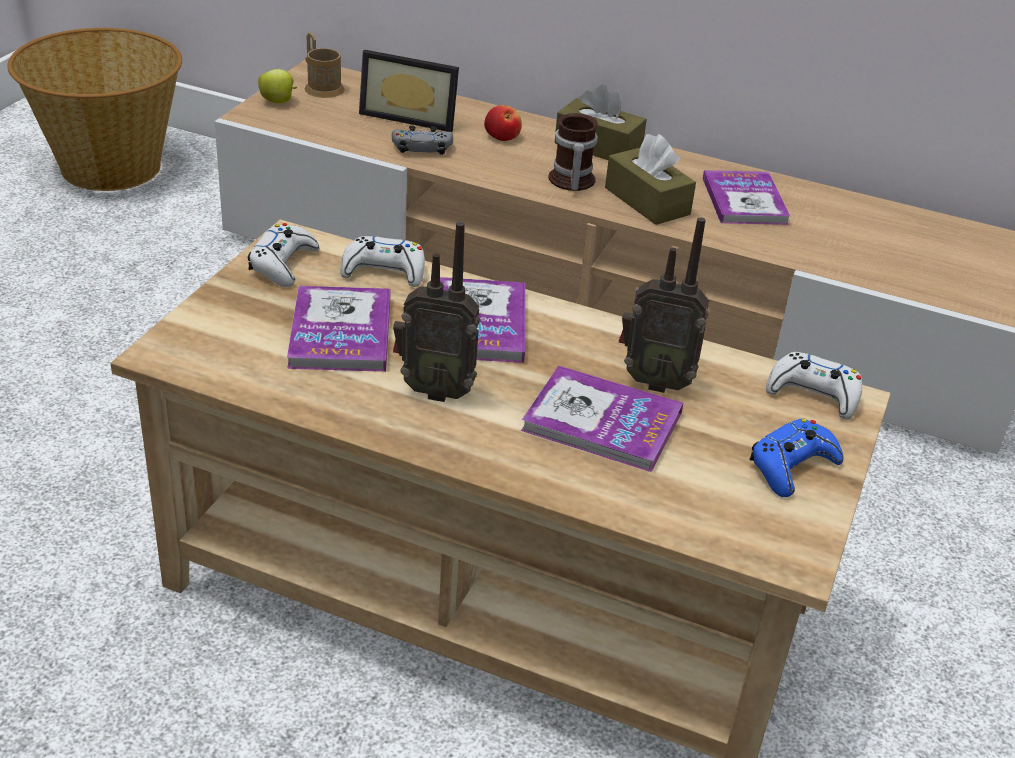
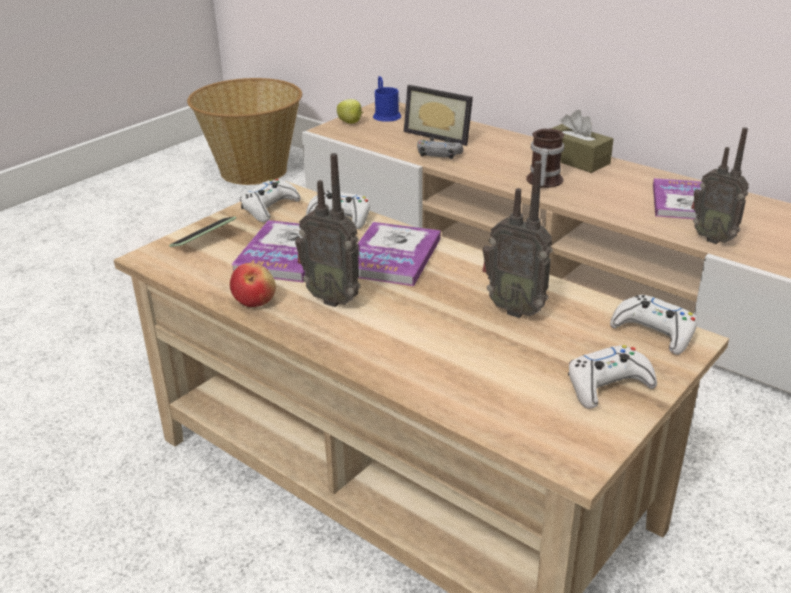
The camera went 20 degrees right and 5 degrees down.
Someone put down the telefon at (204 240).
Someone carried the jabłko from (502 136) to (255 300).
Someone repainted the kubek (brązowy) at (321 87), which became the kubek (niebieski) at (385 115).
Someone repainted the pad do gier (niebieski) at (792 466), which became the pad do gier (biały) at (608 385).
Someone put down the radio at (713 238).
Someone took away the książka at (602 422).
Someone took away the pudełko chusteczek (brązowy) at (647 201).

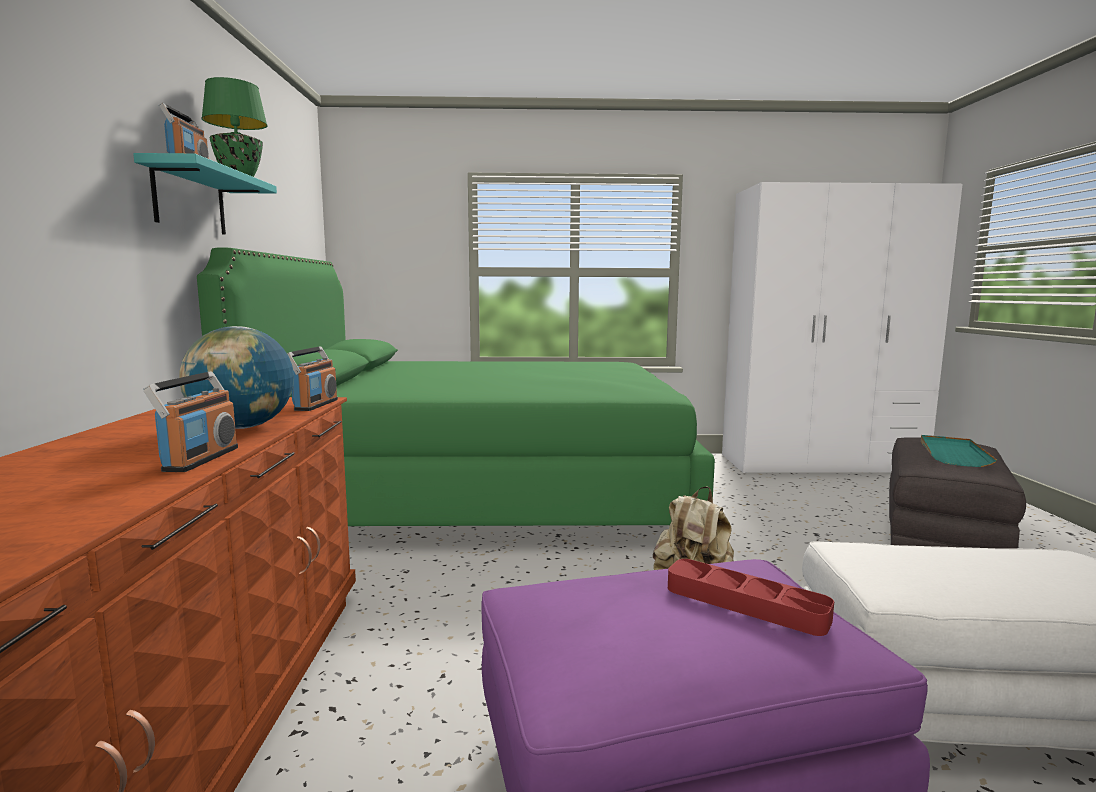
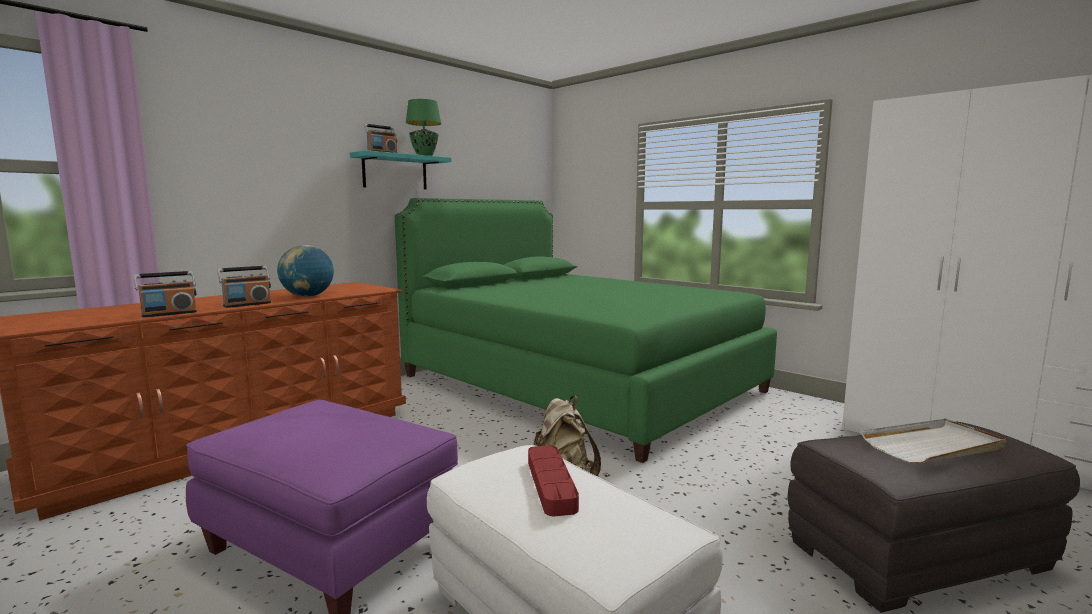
The camera went 45 degrees right and 0 degrees up.
Someone carried the radio from (315 405) to (169 314).
Someone carried the taca (czerwony) from (745 603) to (551 484).
Someone repainted the taca (turkusowy) at (952 454), which became the taca (biały) at (934 446).

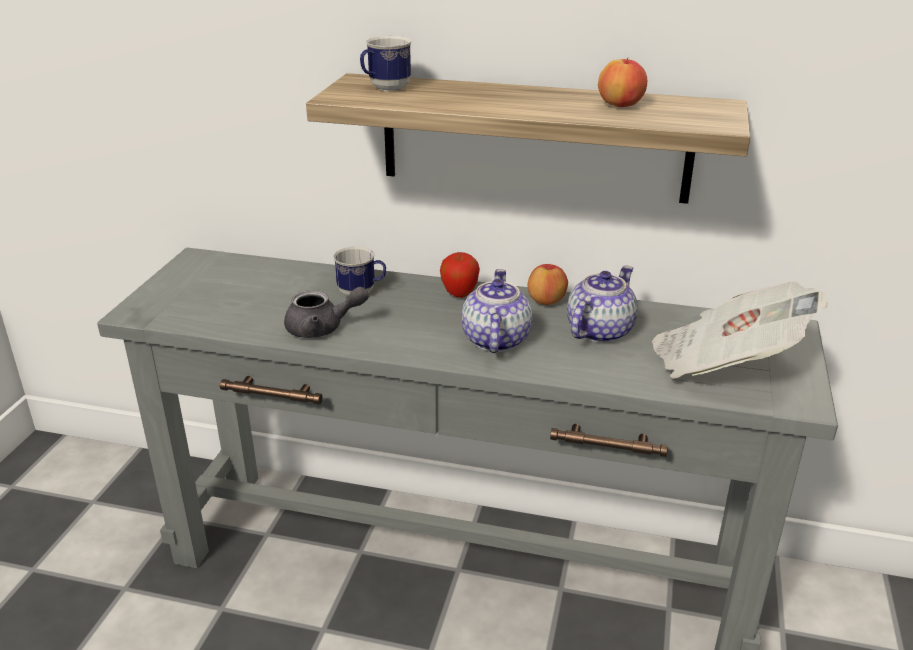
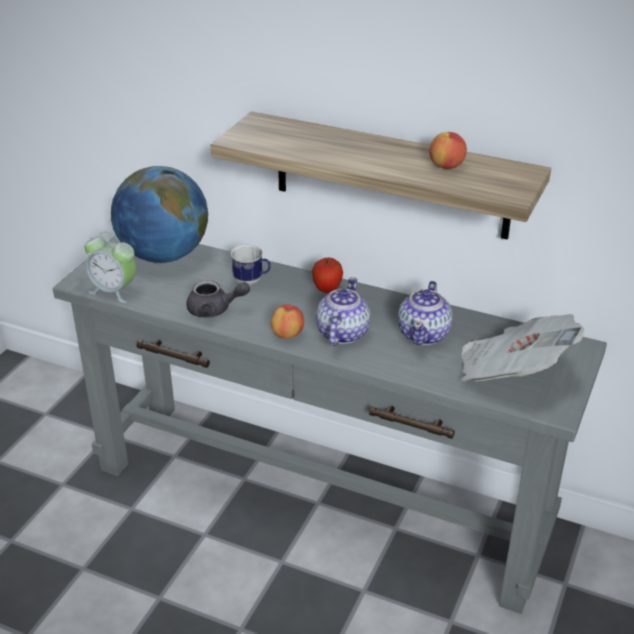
The camera went 10 degrees right and 5 degrees up.
Someone put down the budzik at (114 291).
Someone put down the globus at (164 255).
Someone carried the jabłko from (546 301) to (287 334).
Someone rotated the imbryk at (598 331) by 150 degrees clockwise.
Someone took away the kubek at (385 89).

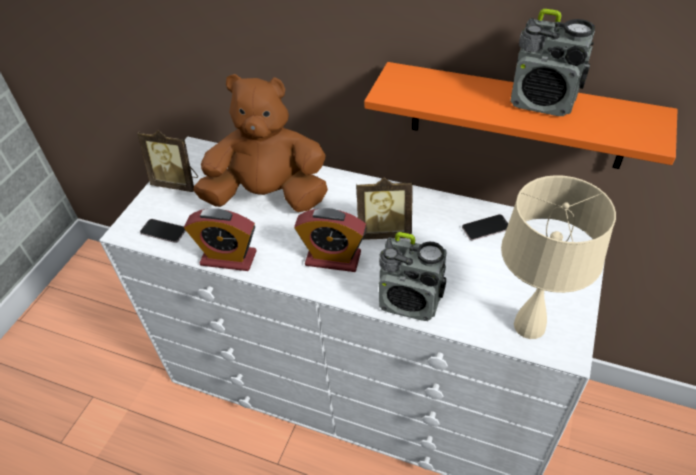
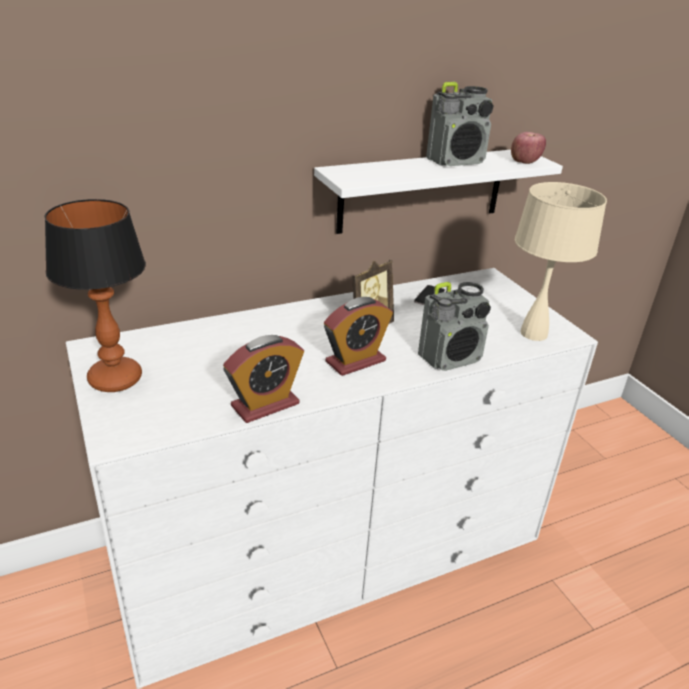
The camera went 50 degrees left and 15 degrees down.
Someone swapped the ramka na zdjęcie at (177 183) for the lampa stołowa at (116 378).
Someone repainted the półka (pomarańczowy) at (517 116), which became the półka (biały) at (422 190).
Someone put down the jabłko at (524 162).
Someone took away the telefon at (163 231).
Someone took away the pluszak (brązowy) at (269 196).

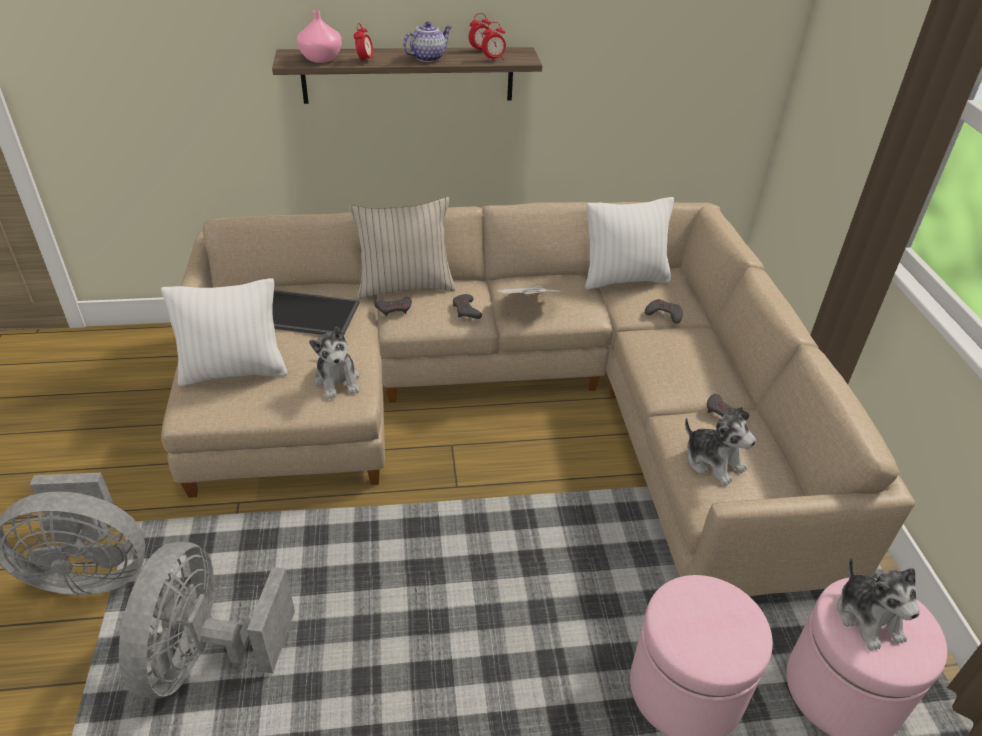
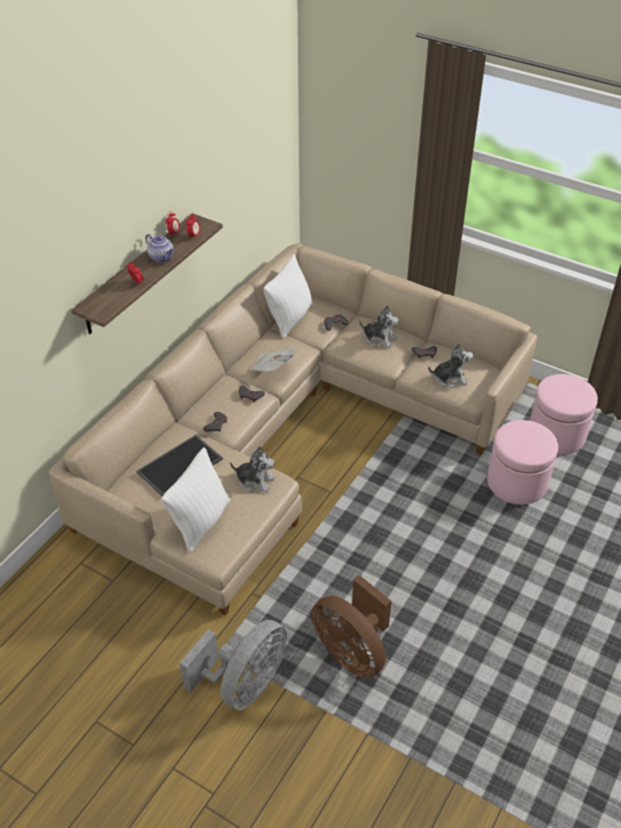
The camera went 50 degrees left and 5 degrees up.
Someone rotated the imbryk at (428 57) by 135 degrees clockwise.
Someone repainted the wentylator (szary) at (206 655), which became the wentylator (brązowy) at (352 651).
Someone carried the pluszak from (868 618) to (379 339).
Someone took away the wazon (różowy) at (321 59).
Someone took away the poduszka (beżowy) at (404 286).

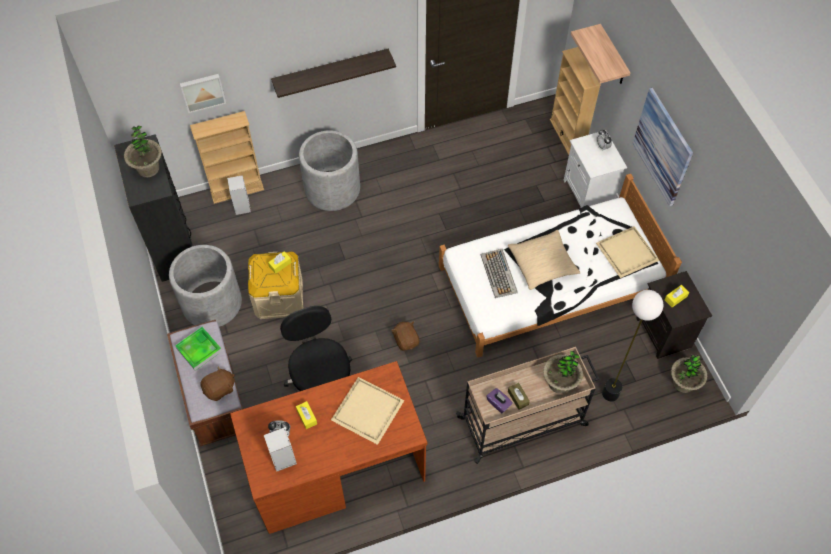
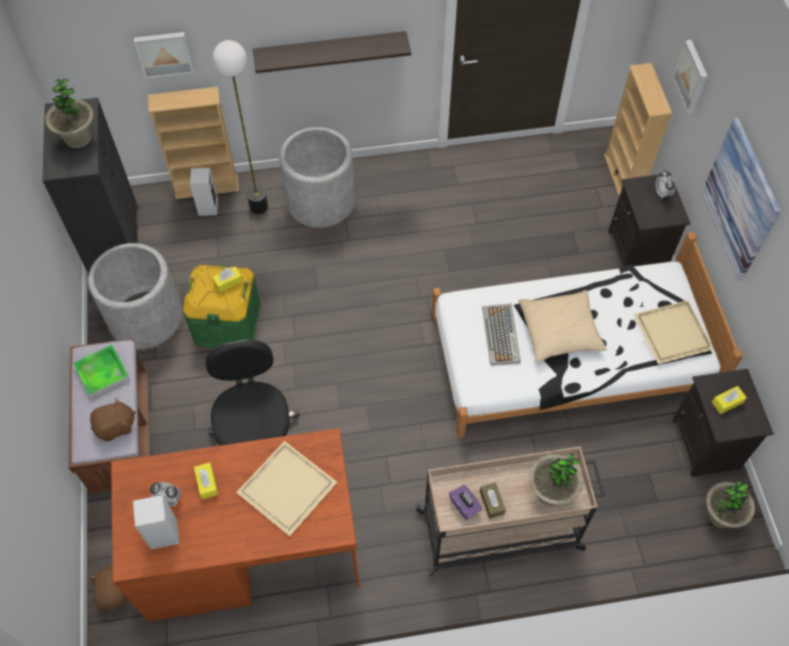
The camera went 10 degrees right and 0 degrees up.
Someone carried the pluszak (brązowy) from (406 340) to (114 592).
Someone repainted the pojemnik do przechowywania (beżowy) at (279 297), which became the pojemnik do przechowywania (zielony) at (227 323).
Someone carried the lampa stojąca from (610 393) to (259 207).
Someone repainted the szafka nocna (biały) at (589 192), which became the szafka nocna (czarny) at (638 251).
Someone swapped the półka at (613 57) for the obraz at (692 76).

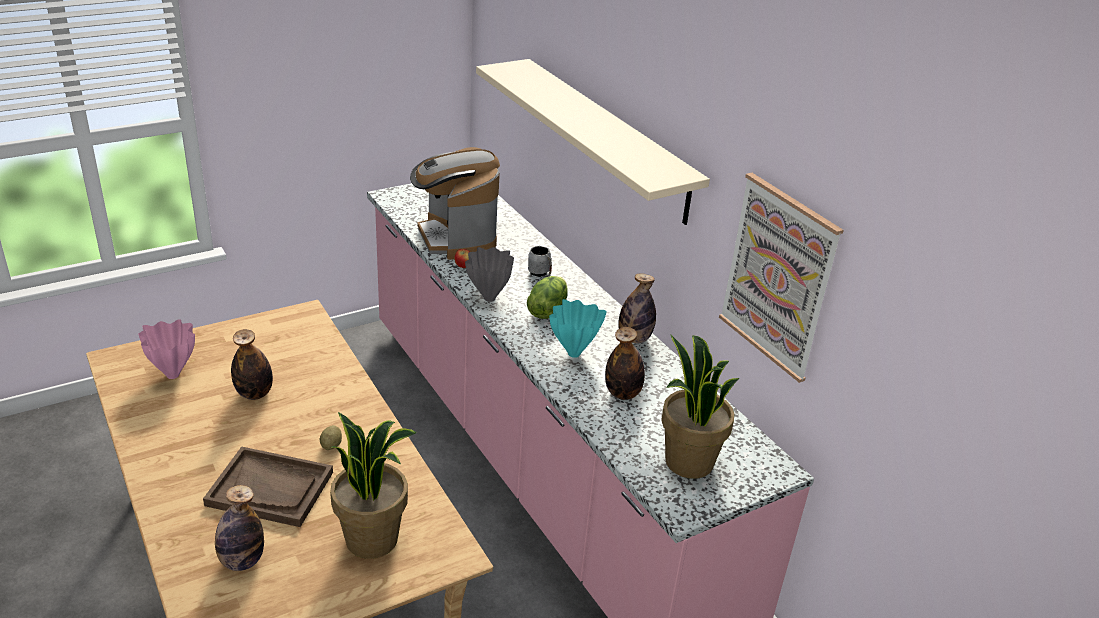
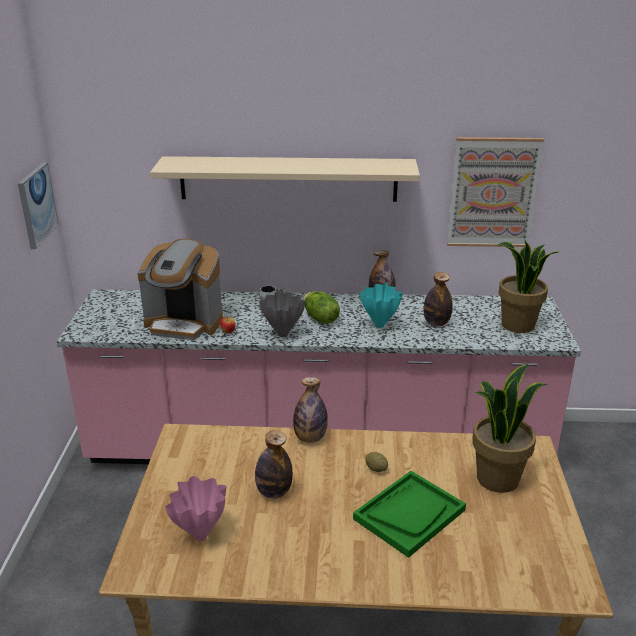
The camera went 55 degrees left and 5 degrees down.
Someone put up the obraz at (37 205).
Someone carried the butelka from (242 561) to (310 438).
Someone repainted the taca (brązowy) at (270 489), which became the taca (zielony) at (409 514).

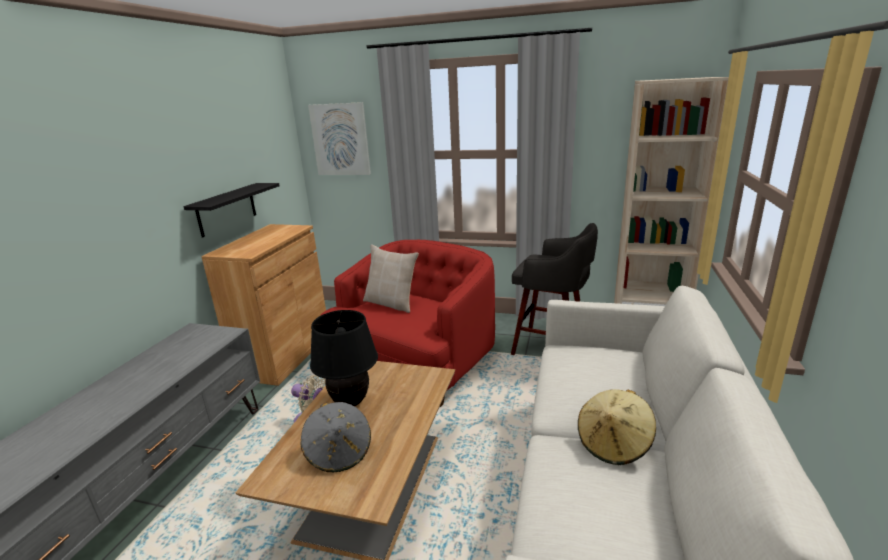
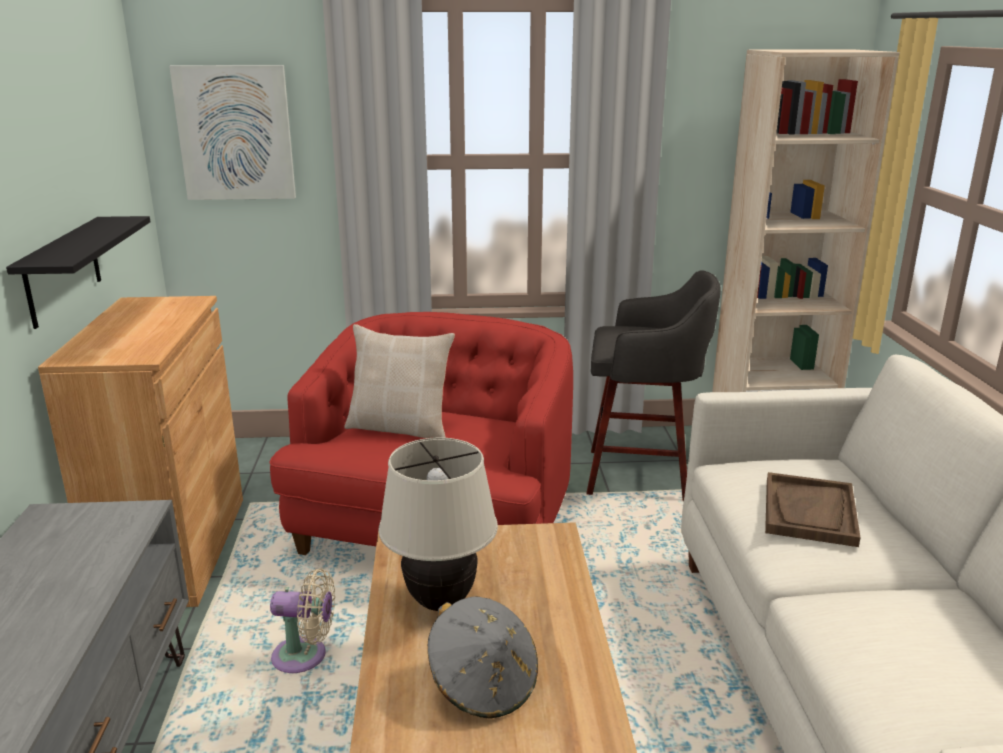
The camera went 20 degrees left and 0 degrees up.
Someone repainted the lampa stołowa (czarny) at (350 403), which became the lampa stołowa (beżowy) at (440 602).
Someone put down the taca (brązowy) at (809 512).
Someone took away the kapelusz (beżowy) at (614 444).

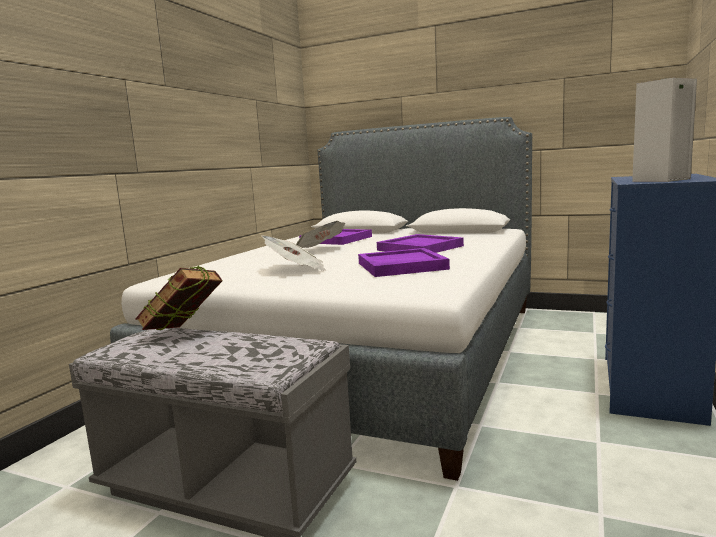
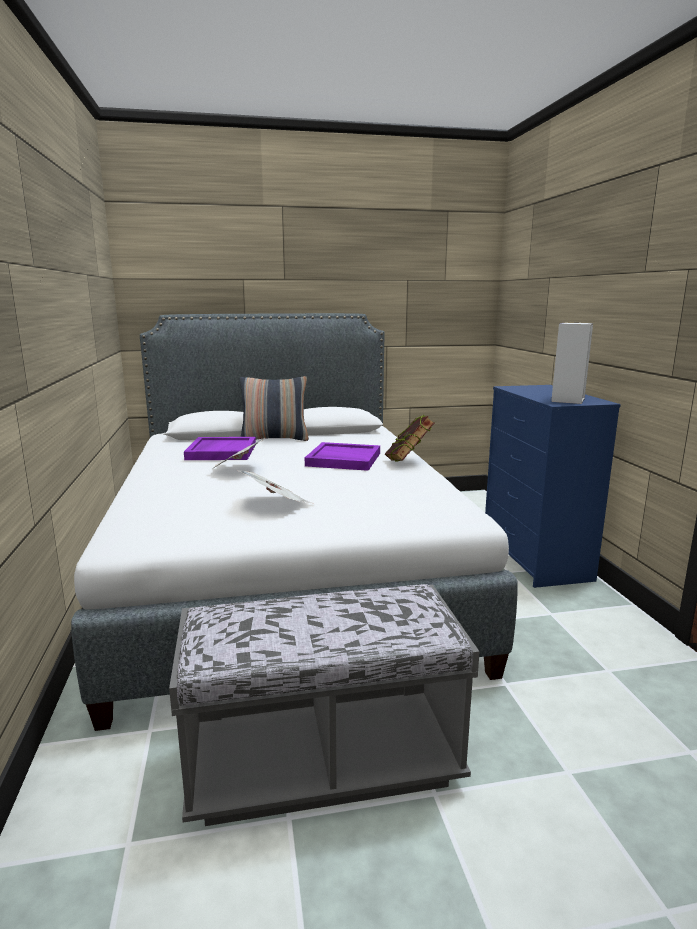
The camera went 35 degrees left and 5 degrees up.
Someone put down the poduszka at (275 439).
Someone carried the książka from (184 333) to (408 462).
Someone took away the taca (fioletowy) at (401 266).

